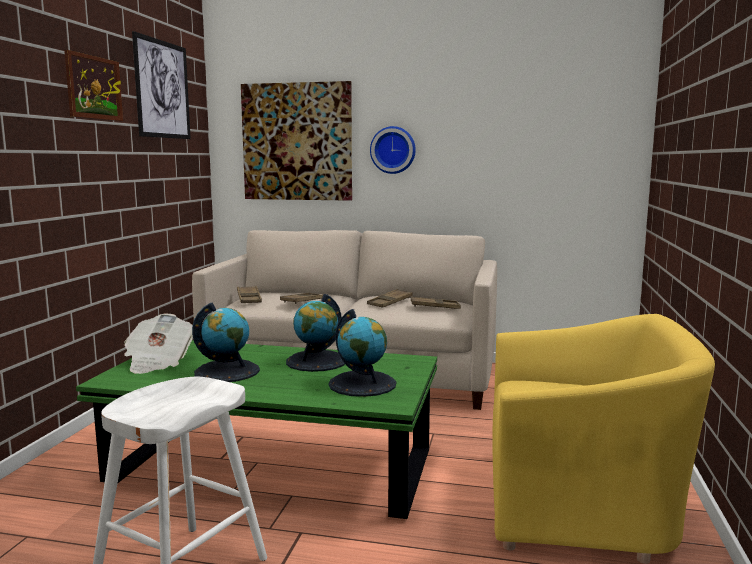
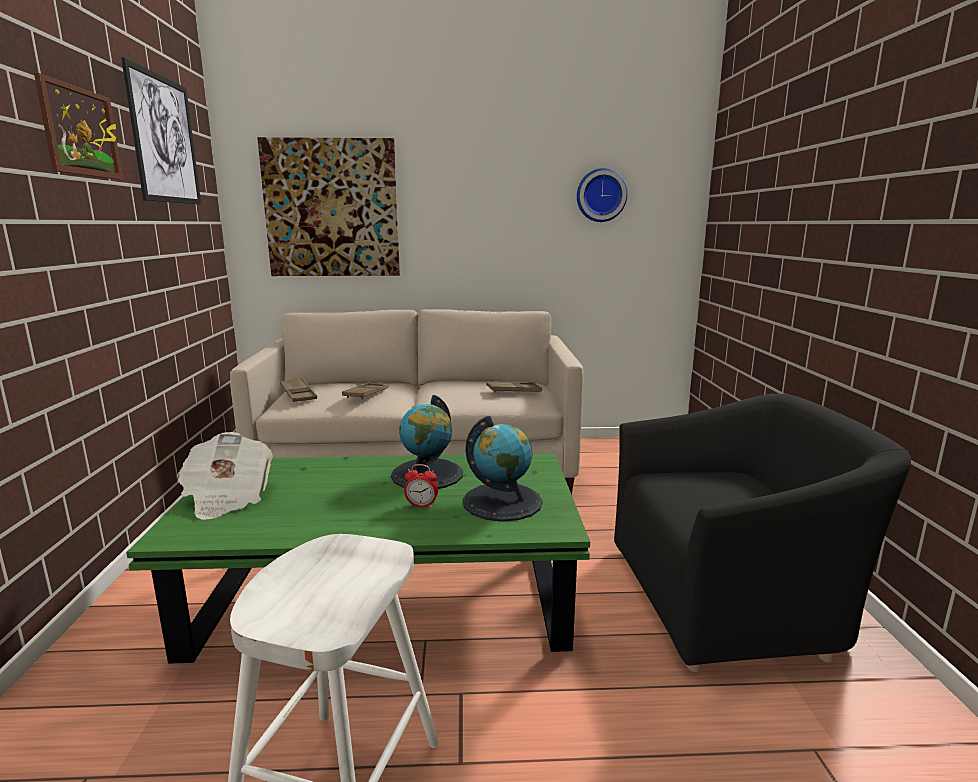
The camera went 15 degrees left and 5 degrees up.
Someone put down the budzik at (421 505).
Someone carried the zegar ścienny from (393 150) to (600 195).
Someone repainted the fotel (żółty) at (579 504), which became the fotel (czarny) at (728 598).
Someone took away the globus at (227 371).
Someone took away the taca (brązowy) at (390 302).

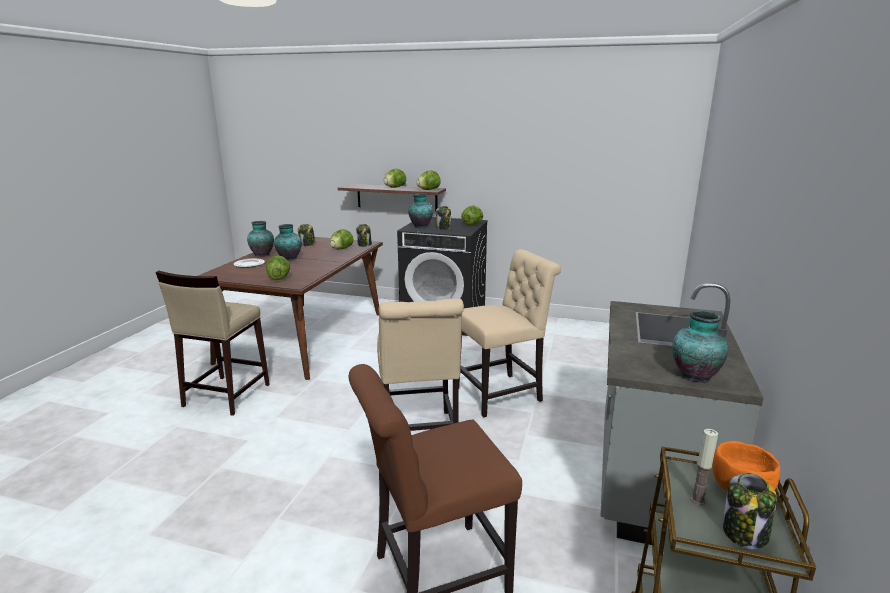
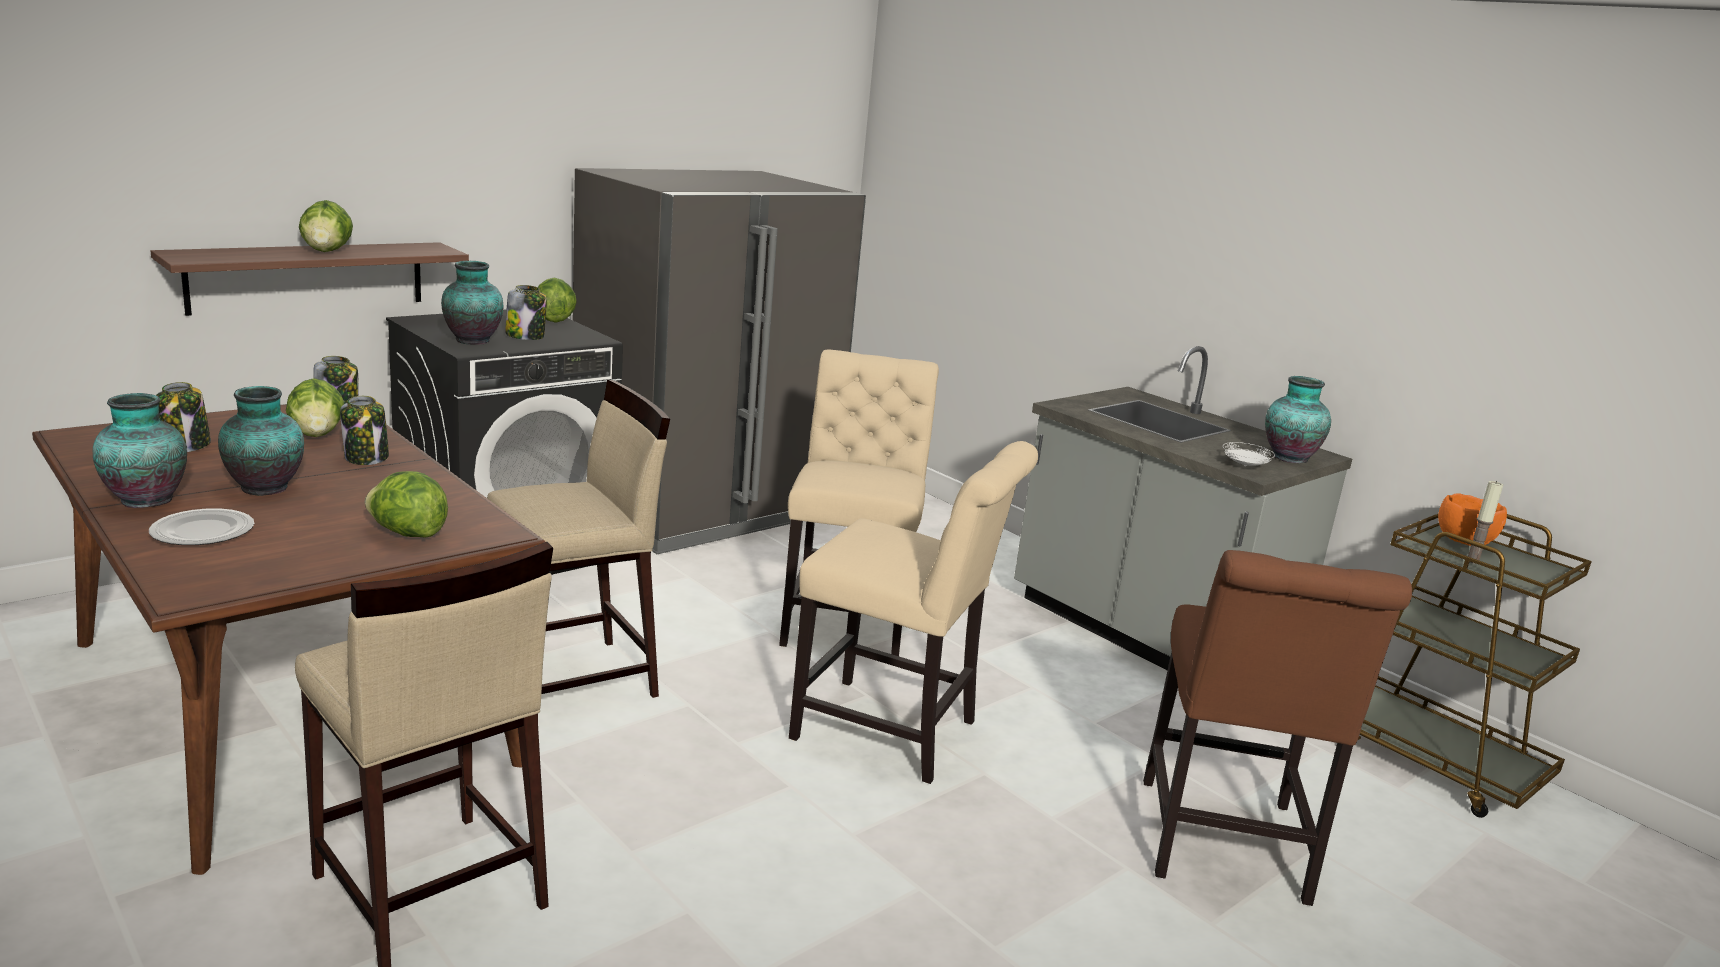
The camera went 60 degrees left and 0 degrees up.
Someone carried the słoik from (745 533) to (367 458).
Someone put down the stołek (beżowy) at (574 681).
Someone put down the lodówka (szary) at (705 510).
Someone put down the talerz (biały) at (1244 466).
Someone took away the sałata at (428 190).

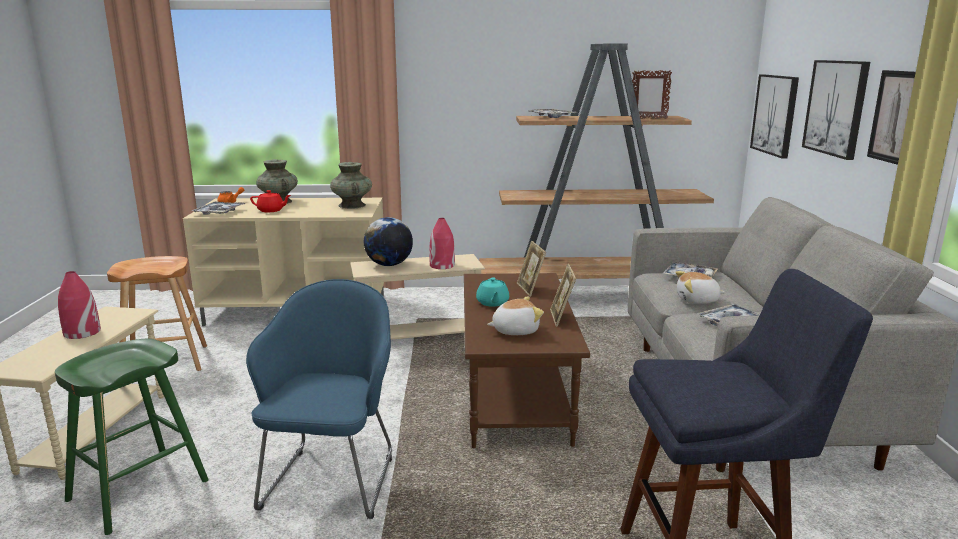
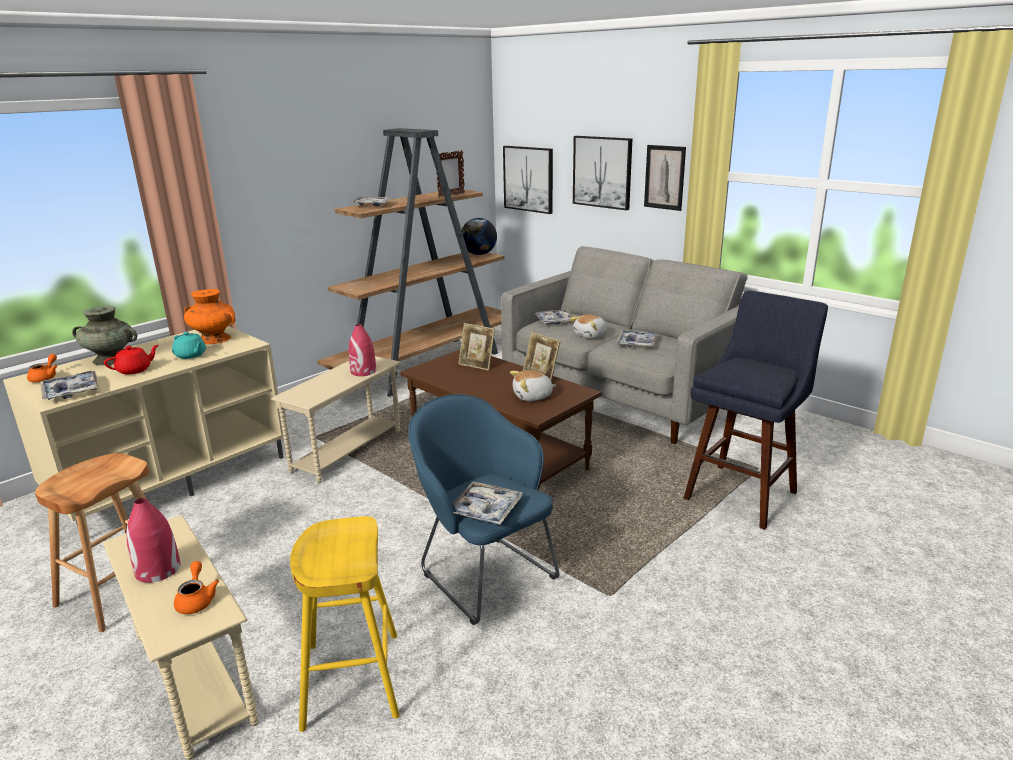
The camera went 45 degrees left and 5 degrees up.
Someone carried the imbryk (turkusowy) from (492 303) to (190 355).
Someone put down the imbryk (pomarańczowy) at (197 600).
Someone repainted the wazon (turkusowy) at (352 205), which became the wazon (pomarańczowy) at (213 339).
Someone repainted the stołek (zielony) at (138 491), which became the stołek (żółty) at (352 680).
Someone put down the taca at (486 510).
Someone carried the globus from (389 265) to (479 254).
Someone rotated the pluszak at (515 330) by 135 degrees counterclockwise.

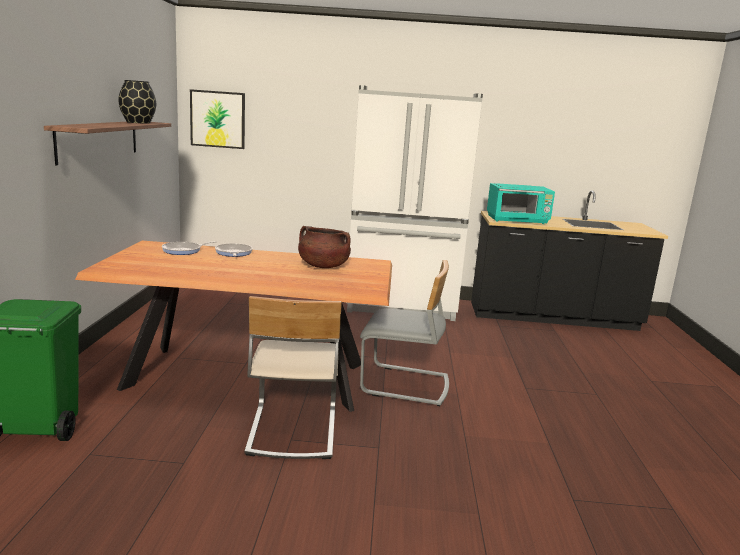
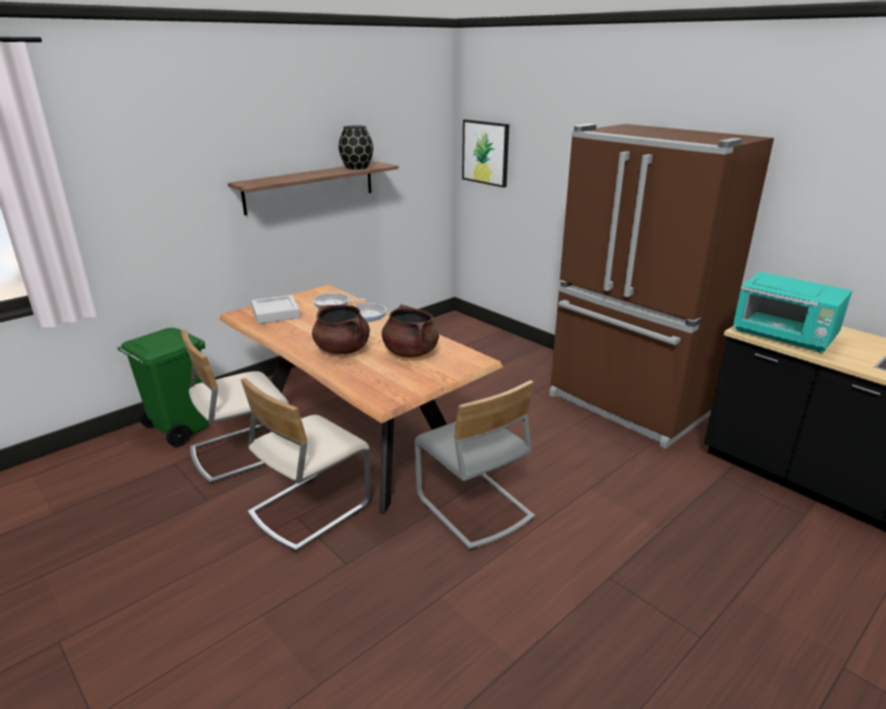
The camera went 45 degrees right and 10 degrees up.
Someone put down the krzesło (beżowy) at (240 452).
Someone put down the taca (szary) at (276 313).
Someone put down the garnek (brązowy) at (342 349).
Someone repainted the lodówka (biały) at (401 306), which became the lodówka (brązowy) at (627 406).

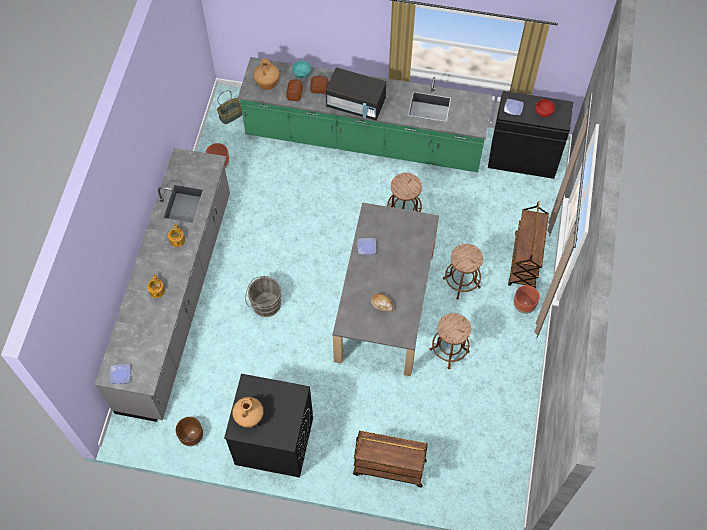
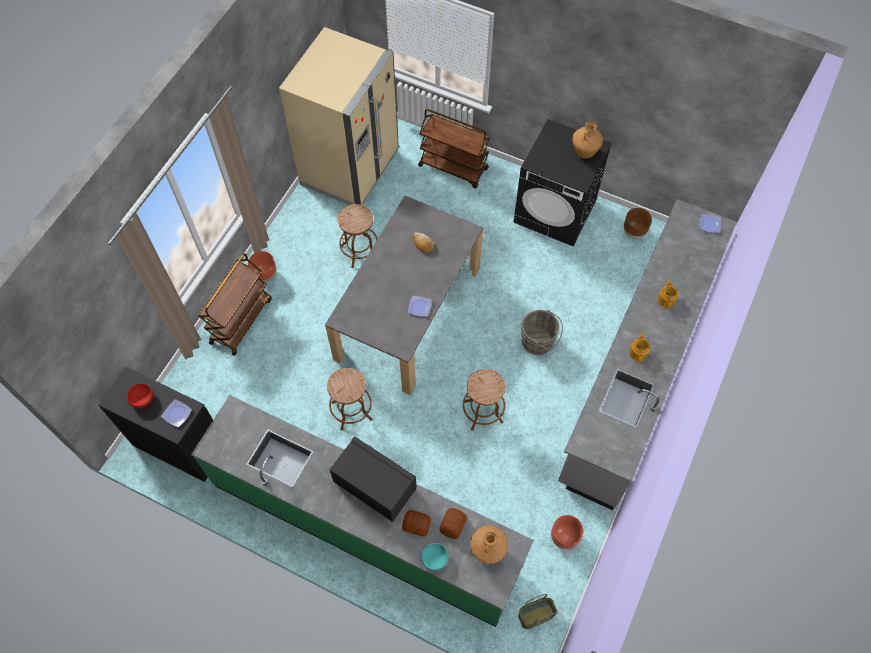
The camera went 165 degrees left and 0 degrees up.
Someone put down the lodówka (beżowy) at (350 168).
Someone carried the stołek (brązowy) from (461 282) to (483 412).

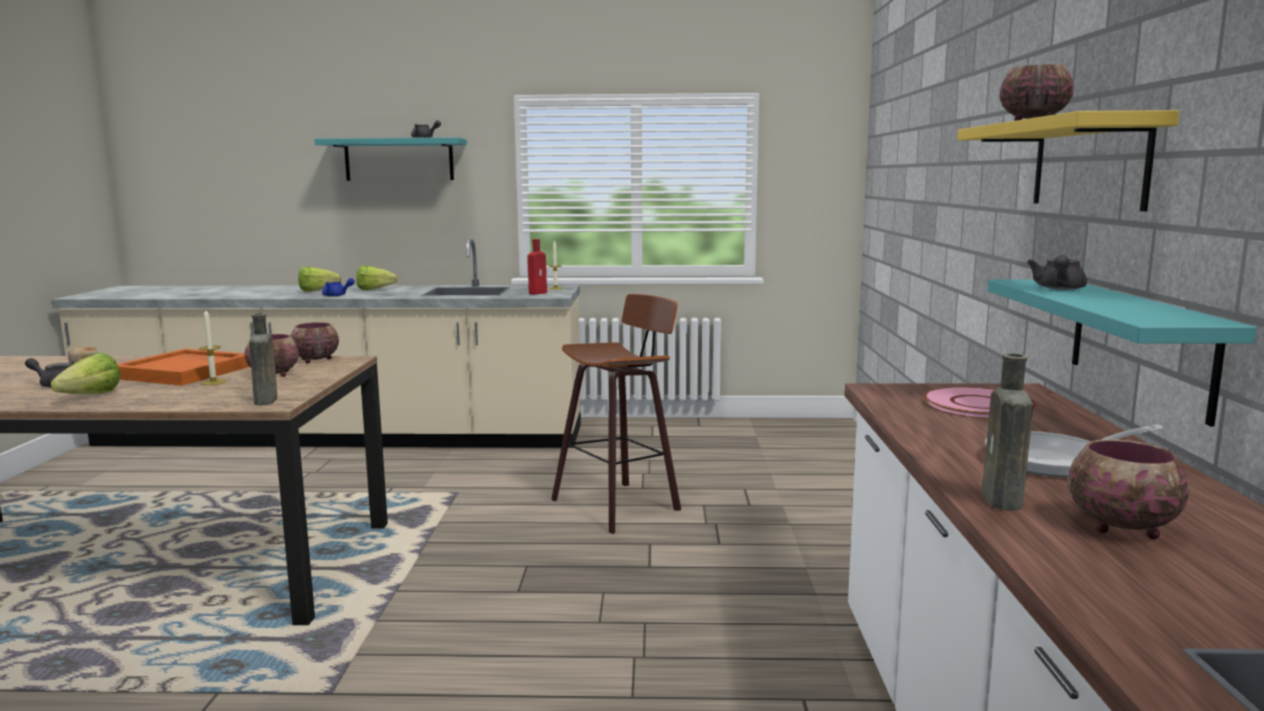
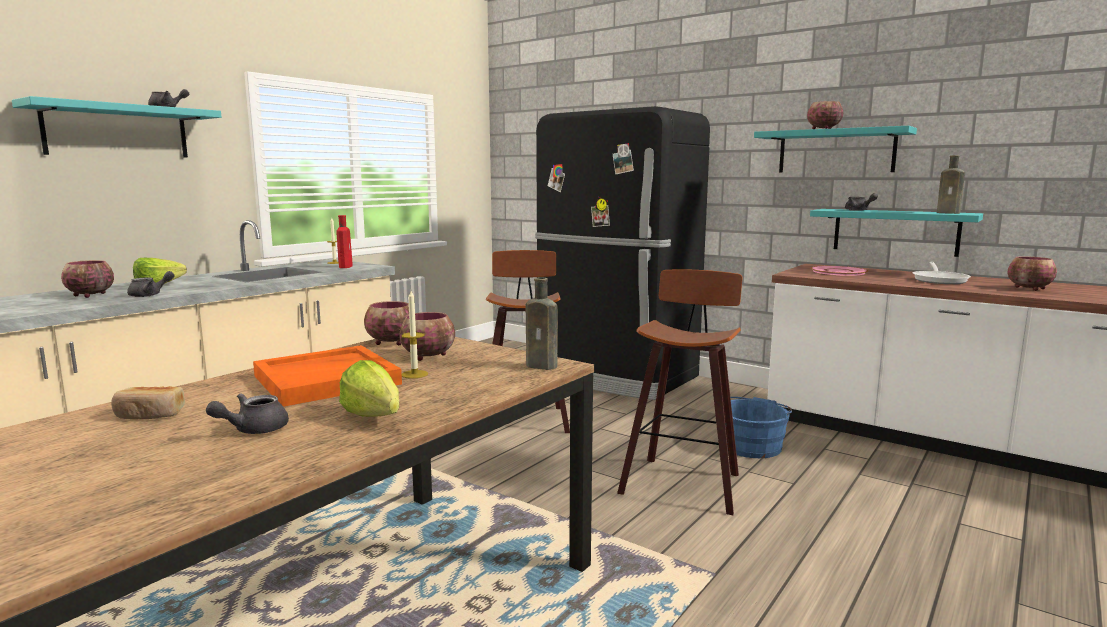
The camera went 55 degrees left and 0 degrees up.
Someone swapped the sałata at (321 291) for the miska at (89 295).
Someone repainted the imbryk (niebieski) at (337 295), which became the imbryk (szary) at (150 295).
Someone put down the lodówka (czarny) at (614 376).
Someone put down the stołek at (683 482).
Someone put down the wiadro (niebieski) at (751 445).
Someone repainted the półka (żółty) at (1088 164), which became the półka (turkusowy) at (836 151).
Someone carried the butelka (brązowy) from (1003 502) to (950 213).

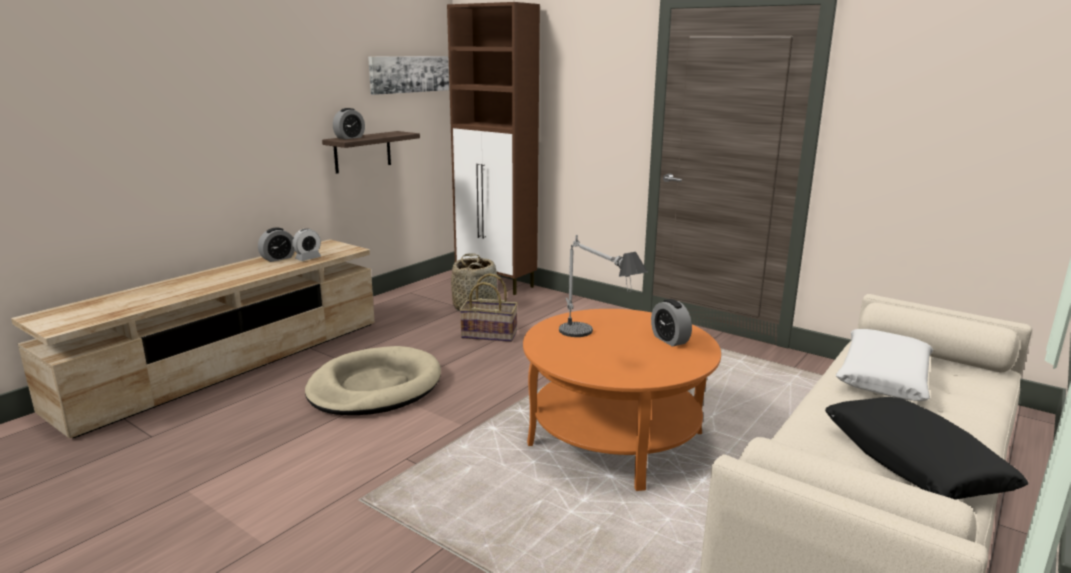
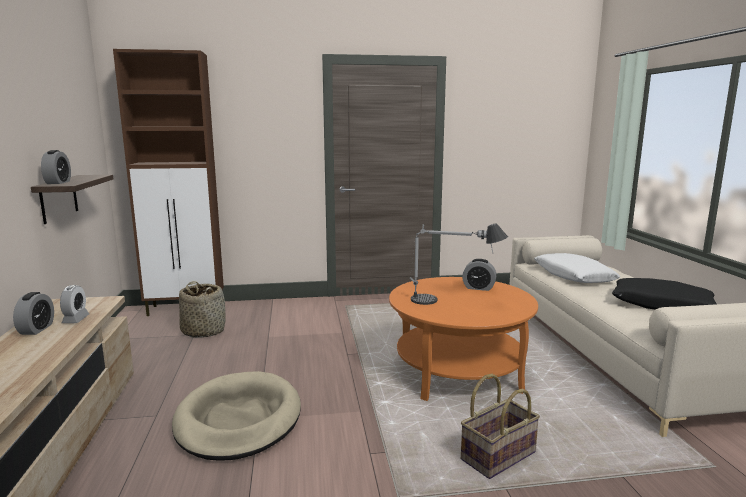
The camera went 45 degrees left and 5 degrees down.
Someone carried the koszyk from (489 334) to (497 455).
Someone took away the obraz at (409 74).

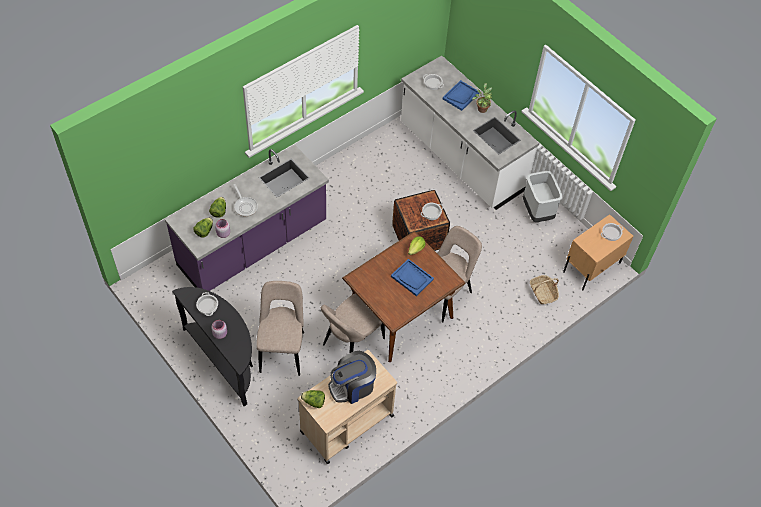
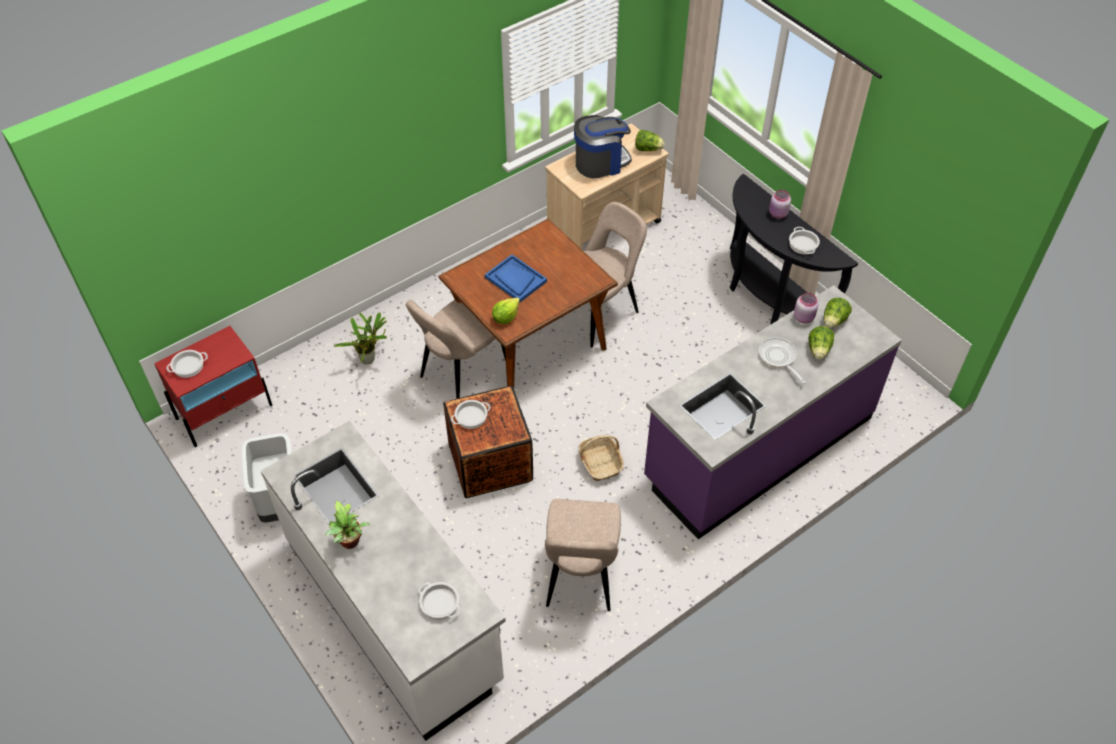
The camera went 175 degrees left and 5 degrees down.
Someone repainted the szafka nocna (beżowy) at (591 267), which became the szafka nocna (czerwony) at (225 411).
Someone put down the roślina doniczkowa at (370 358).
Someone carried the krzesło (beżowy) from (283 349) to (580 577).
Someone carried the koszyk from (543 293) to (600 463).
Someone took away the taca (niebieski) at (460 96).

